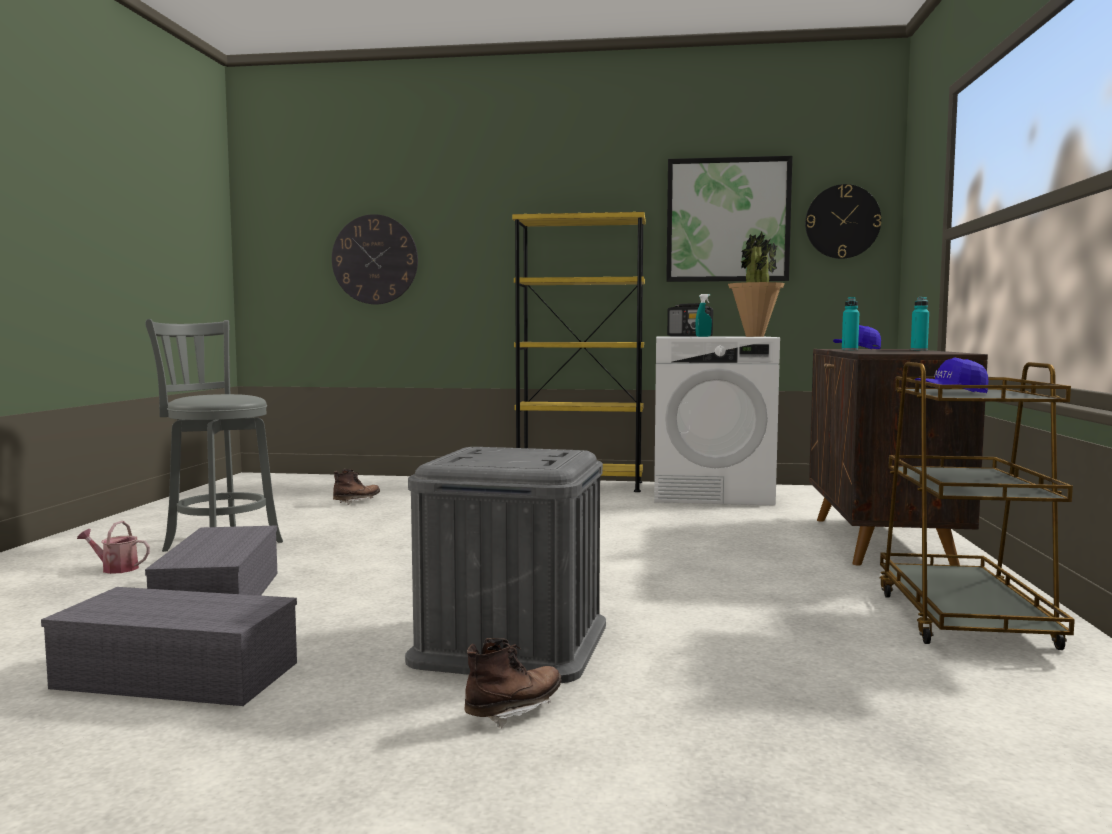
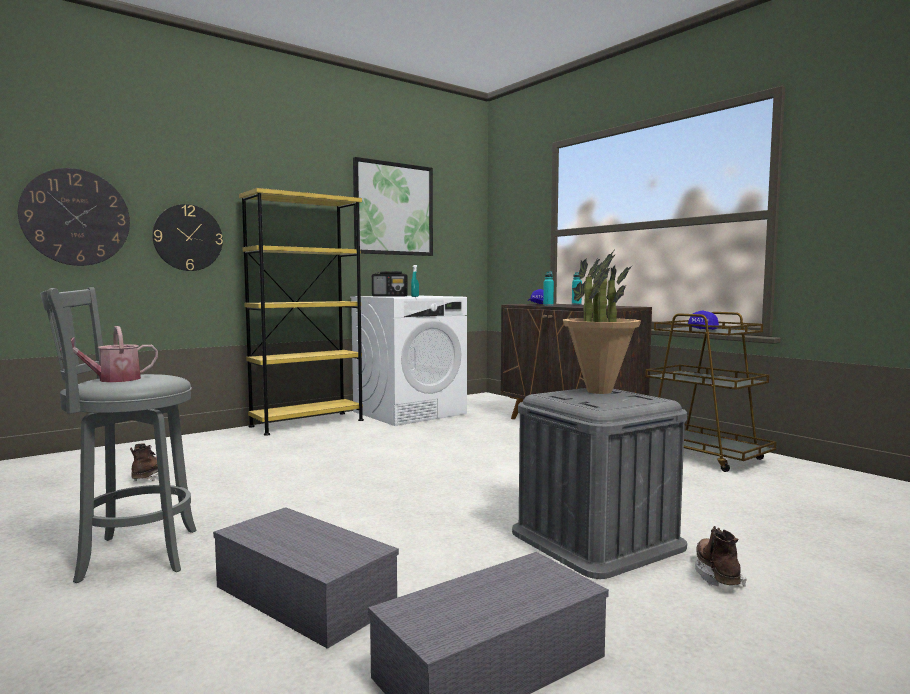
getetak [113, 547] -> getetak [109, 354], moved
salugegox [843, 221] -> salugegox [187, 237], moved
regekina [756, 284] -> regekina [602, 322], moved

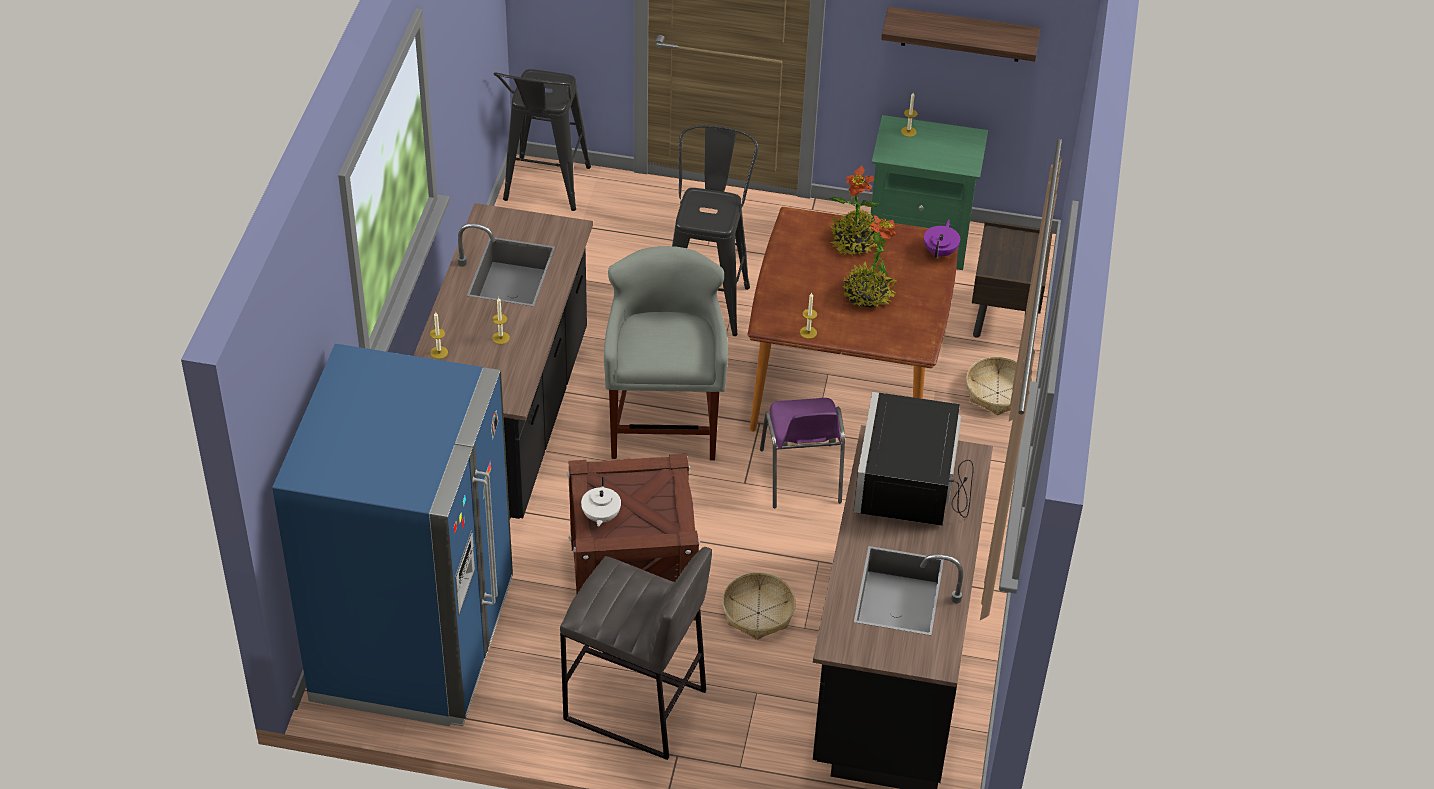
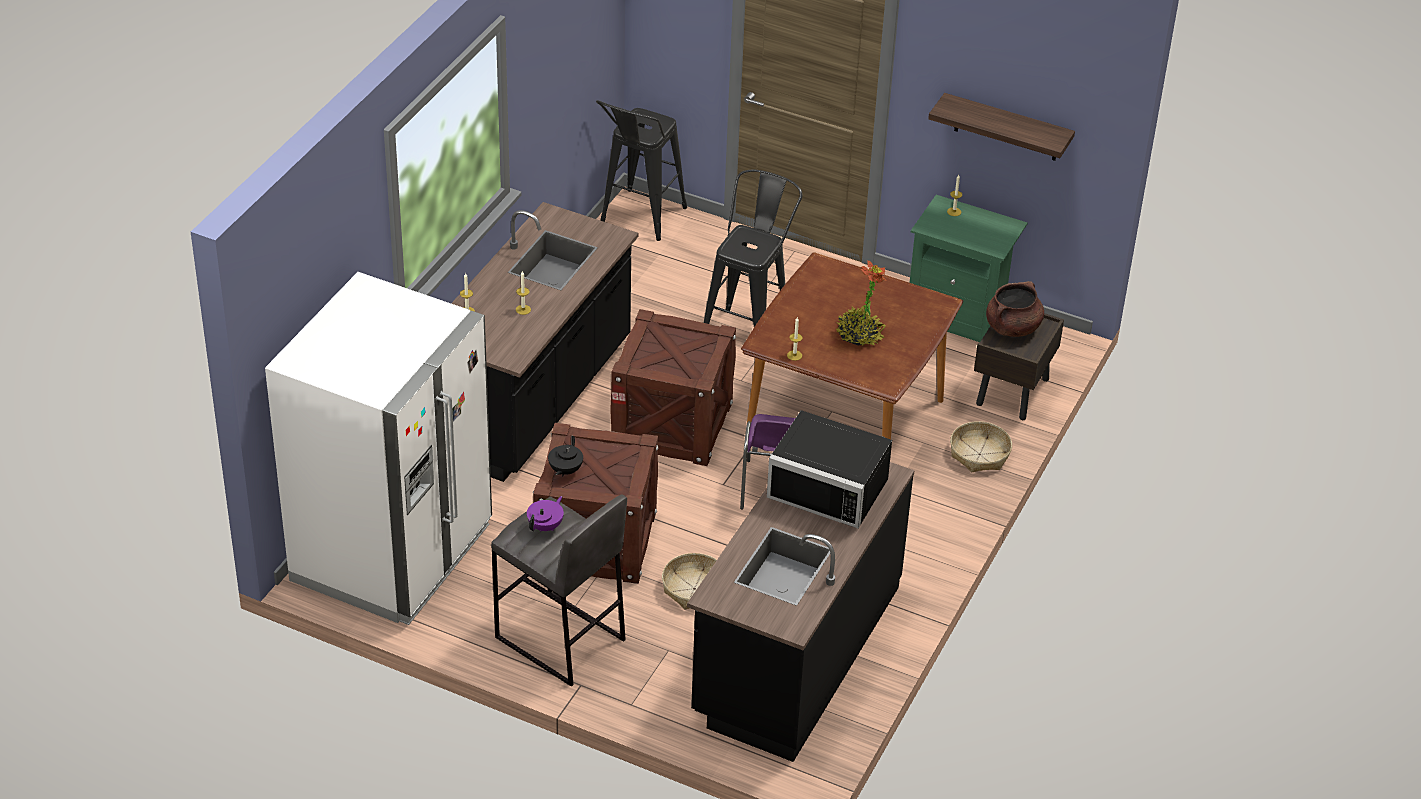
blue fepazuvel [392, 535] -> white fepazuvel [378, 448]
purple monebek [942, 239] -> purple monebek [545, 514], moved
white monebek [601, 501] -> black monebek [565, 456]
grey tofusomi [666, 353] -> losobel [673, 387]
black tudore [914, 459] -> black tudore [829, 469], 90 degrees counterclockwise
none -> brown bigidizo [1015, 309]
regekina [855, 210] -> none

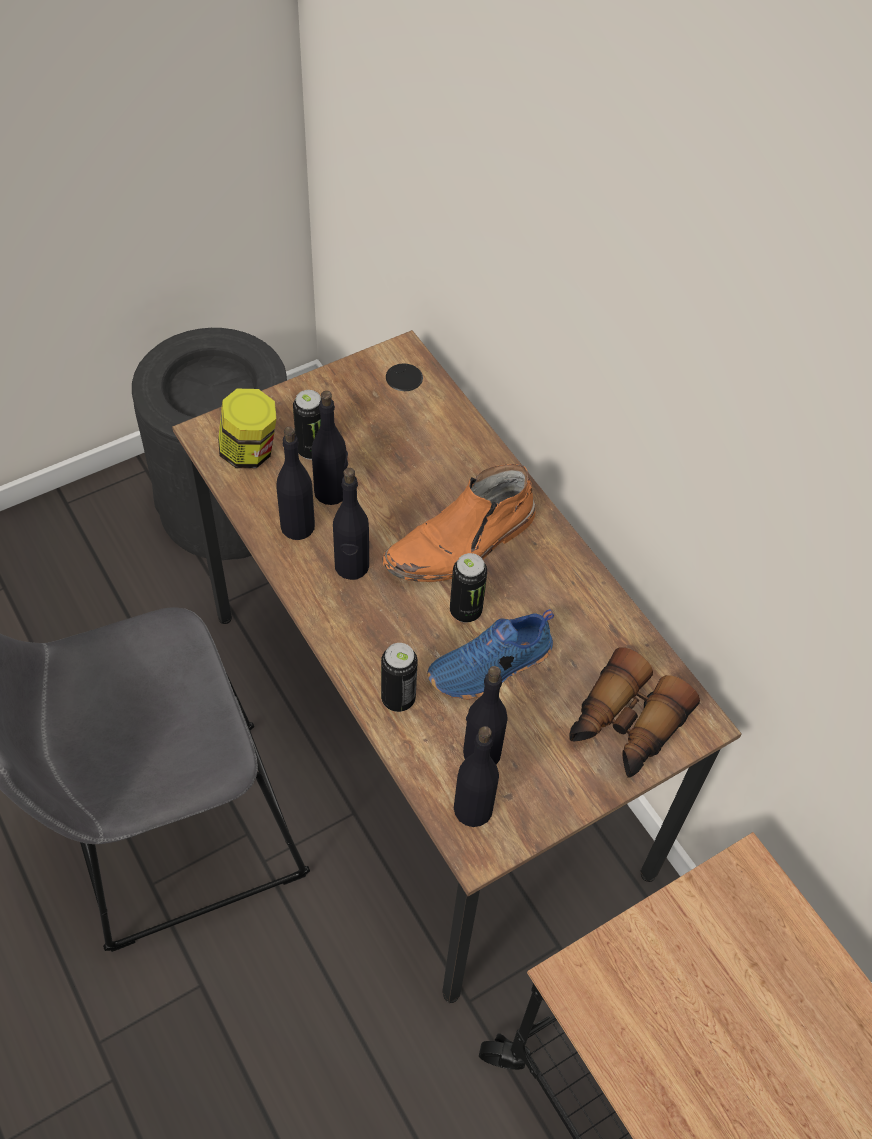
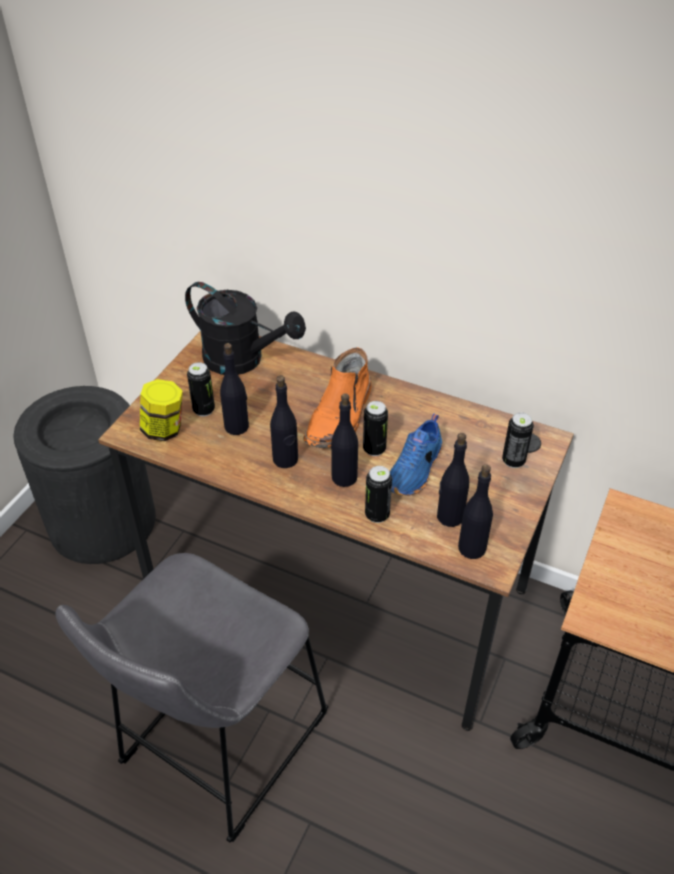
none -> black getetak [245, 328]
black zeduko [295, 483] -> black zeduko [344, 440], moved
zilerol [634, 712] -> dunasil [518, 440]

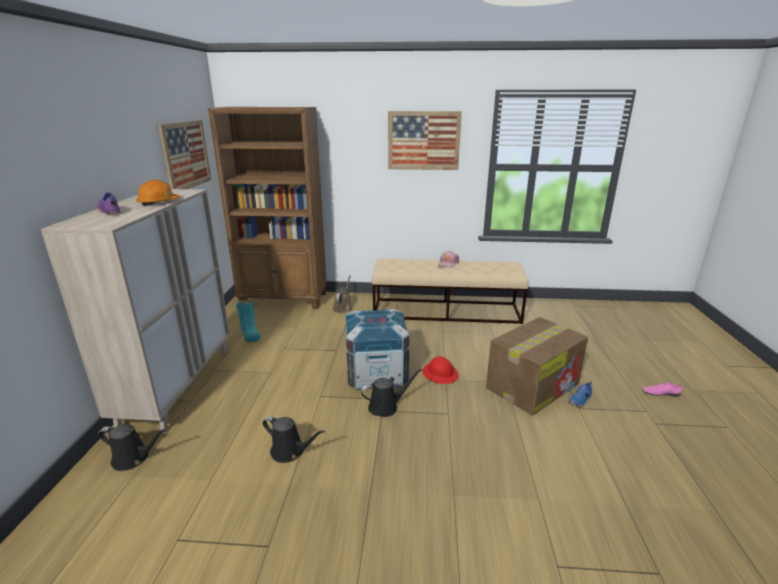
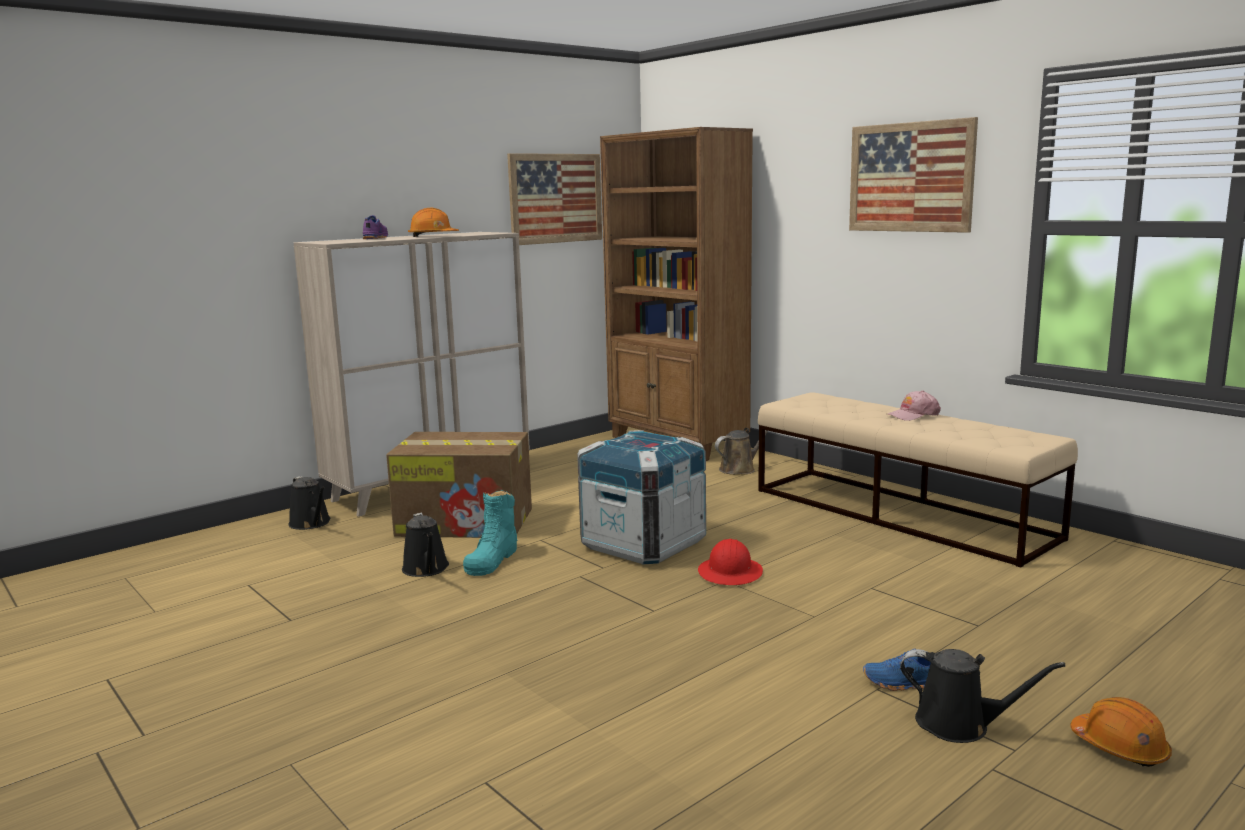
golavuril [537, 366] -> golavuril [459, 485], moved
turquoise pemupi [248, 321] -> turquoise pemupi [490, 533], moved
black getetak [391, 393] -> black getetak [982, 696], moved
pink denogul [662, 389] -> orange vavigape [1121, 732]

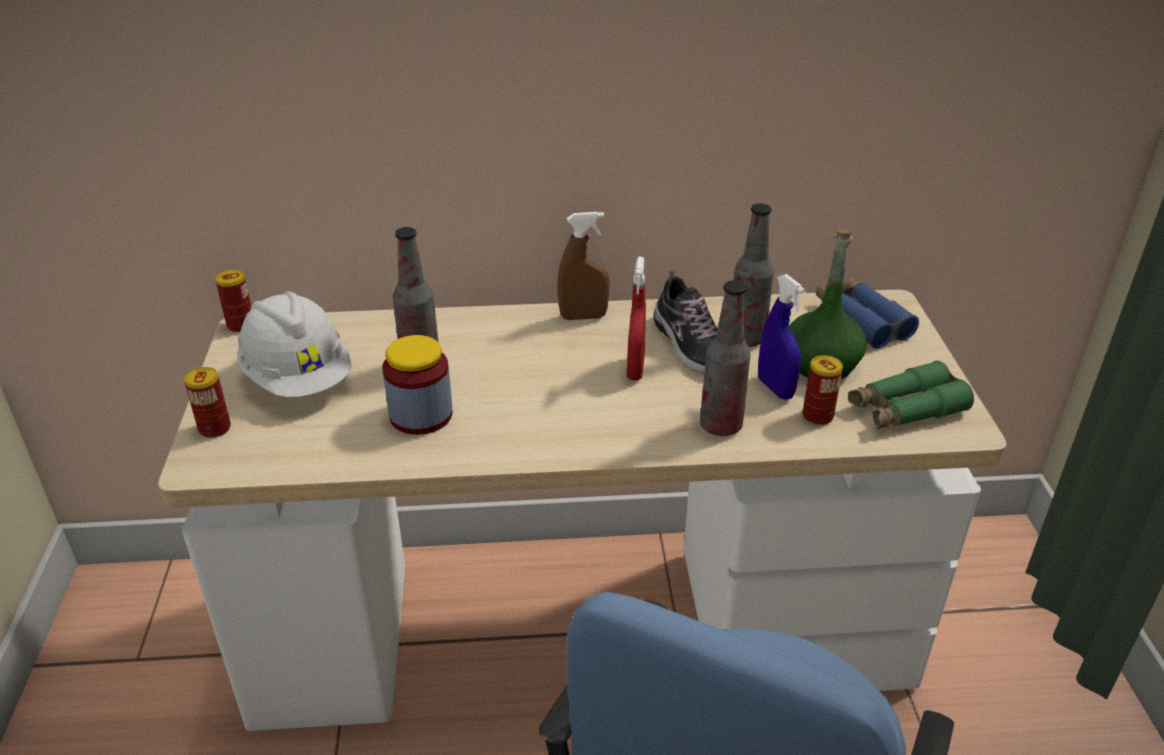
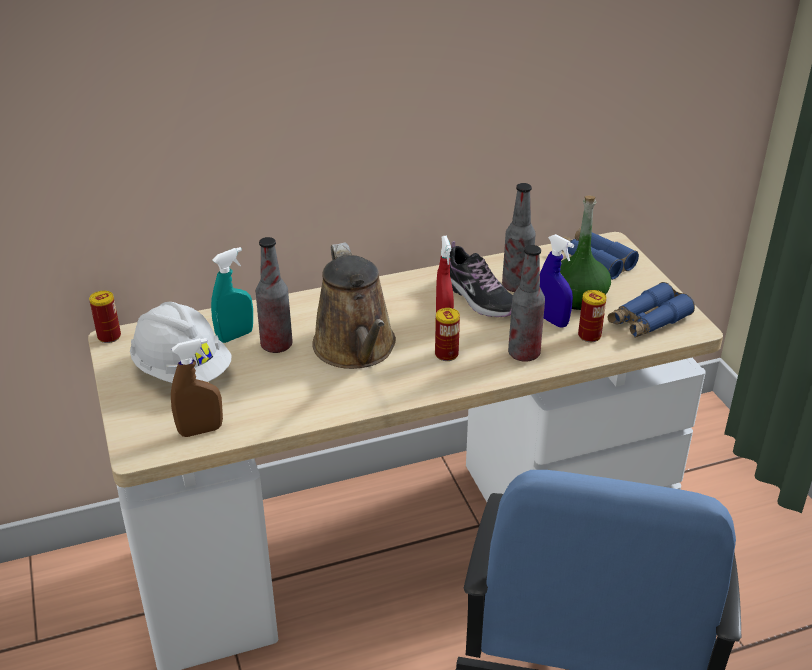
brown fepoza [583, 266] -> brown fepoza [197, 387], moved
none -> turquoise fepoza [232, 295]
none -> brown getetak [354, 305]
dunasil [207, 402] -> dunasil [447, 334], moved
green zilerol [911, 395] -> blue zilerol [651, 310]
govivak [417, 385] -> none

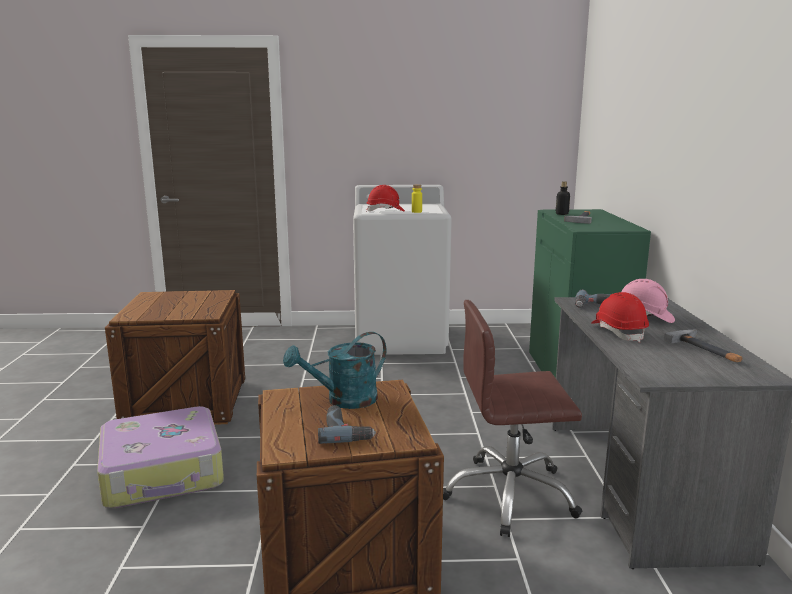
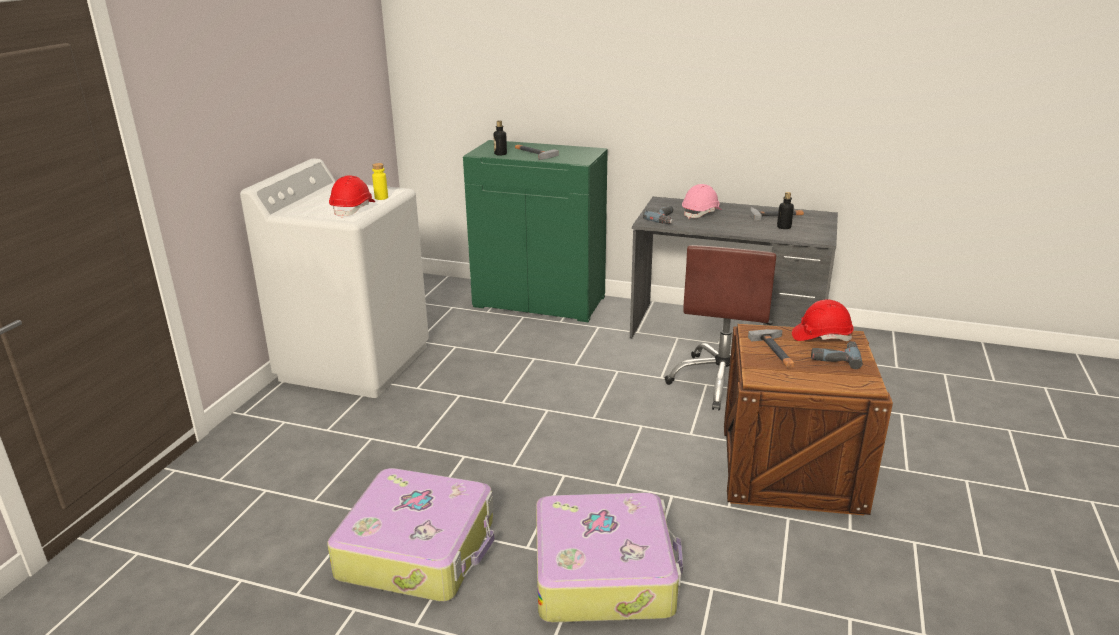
losobel [175, 357] -> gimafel [411, 535]
turquoise getetak [335, 370] -> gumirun [771, 348]
none -> zeduko [785, 210]
red vavigape [620, 317] -> red vavigape [823, 320], moved

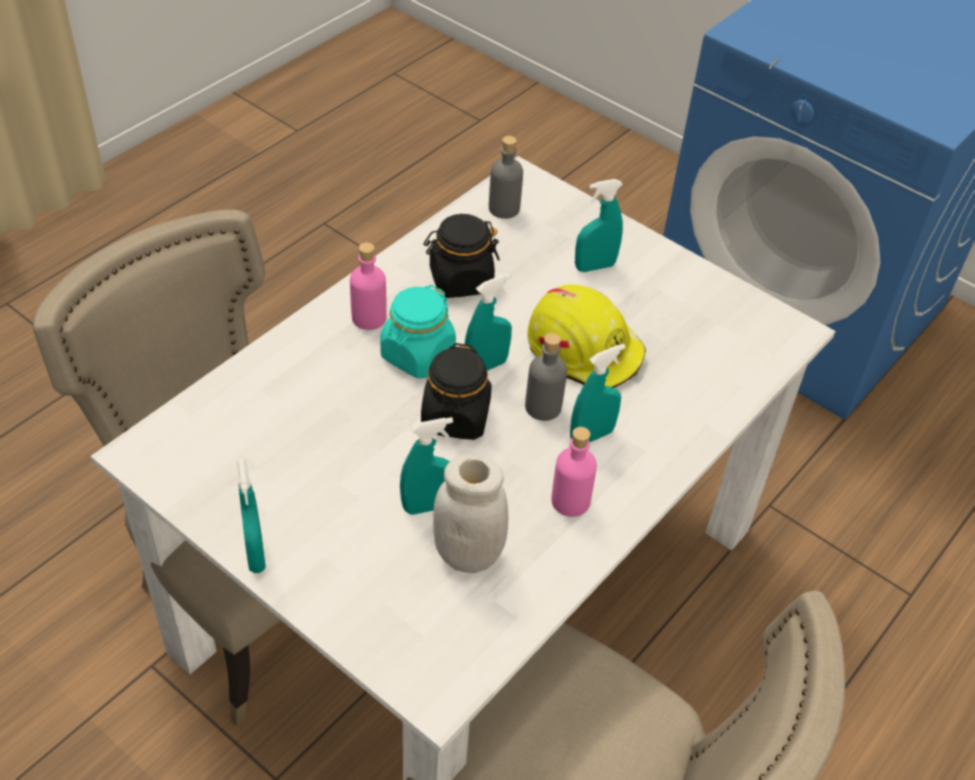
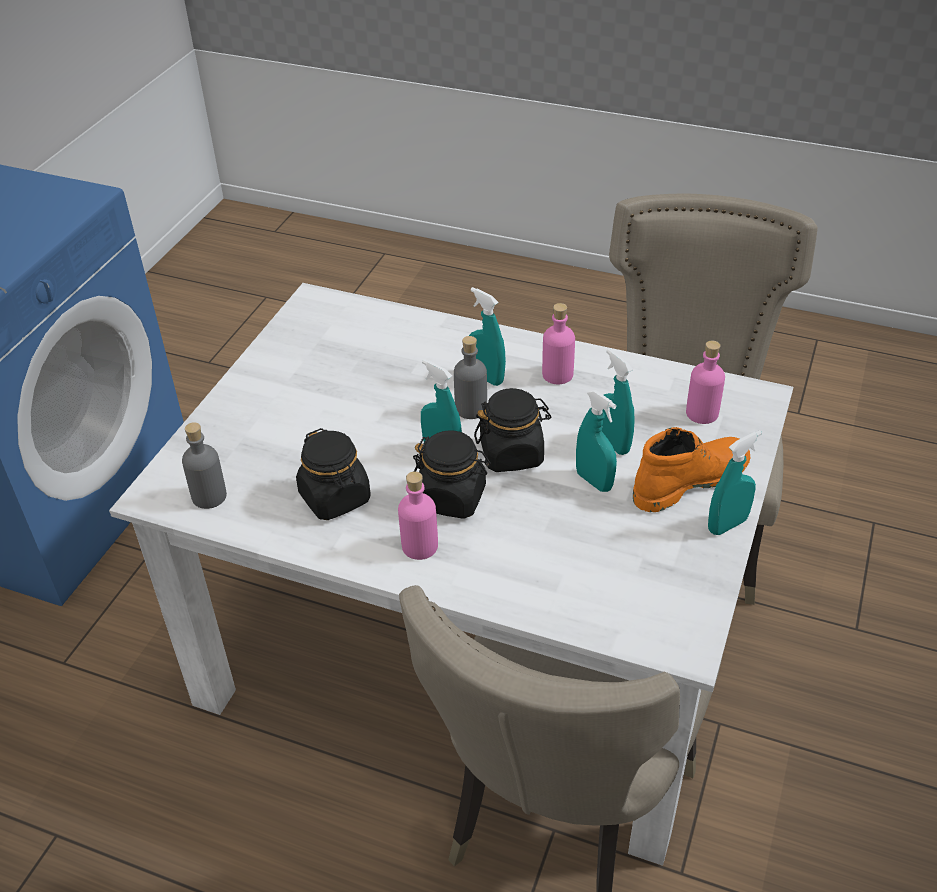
turquoise govivak [418, 331] -> black govivak [452, 474]
turquoise fepoza [599, 225] -> turquoise fepoza [596, 441], moved
none -> orange pemupi [691, 469]
none -> pink zeduko [705, 382]
white govivak [470, 514] -> none
yellow vavigape [586, 336] -> none

